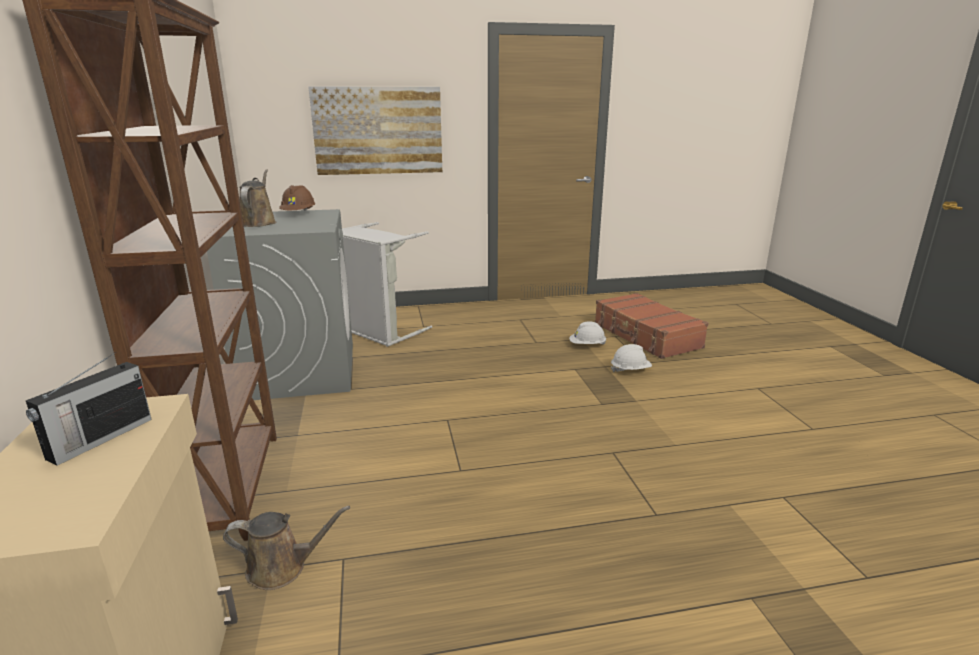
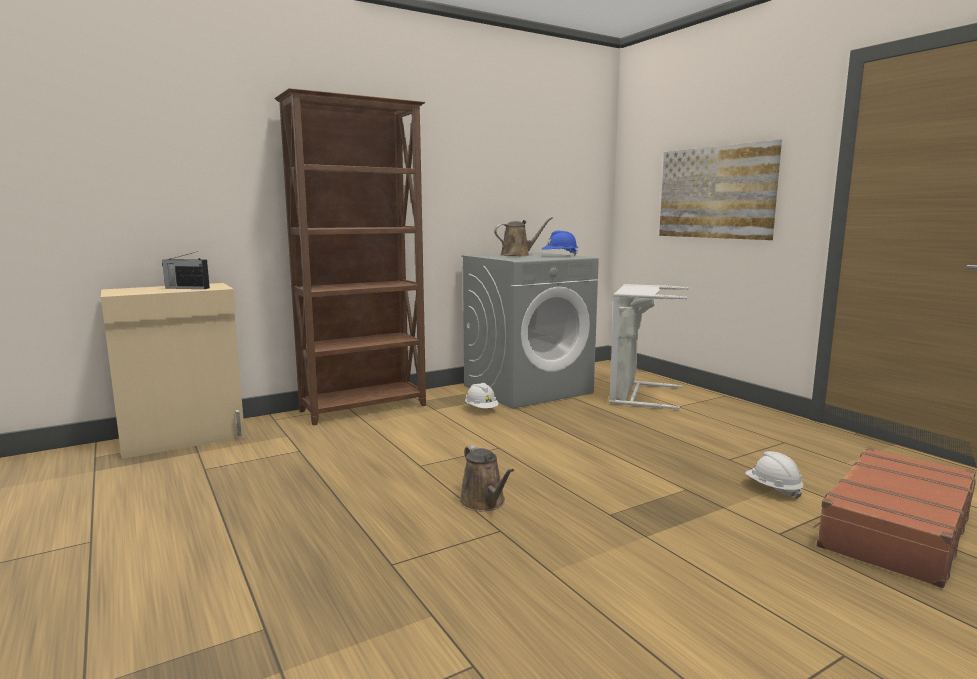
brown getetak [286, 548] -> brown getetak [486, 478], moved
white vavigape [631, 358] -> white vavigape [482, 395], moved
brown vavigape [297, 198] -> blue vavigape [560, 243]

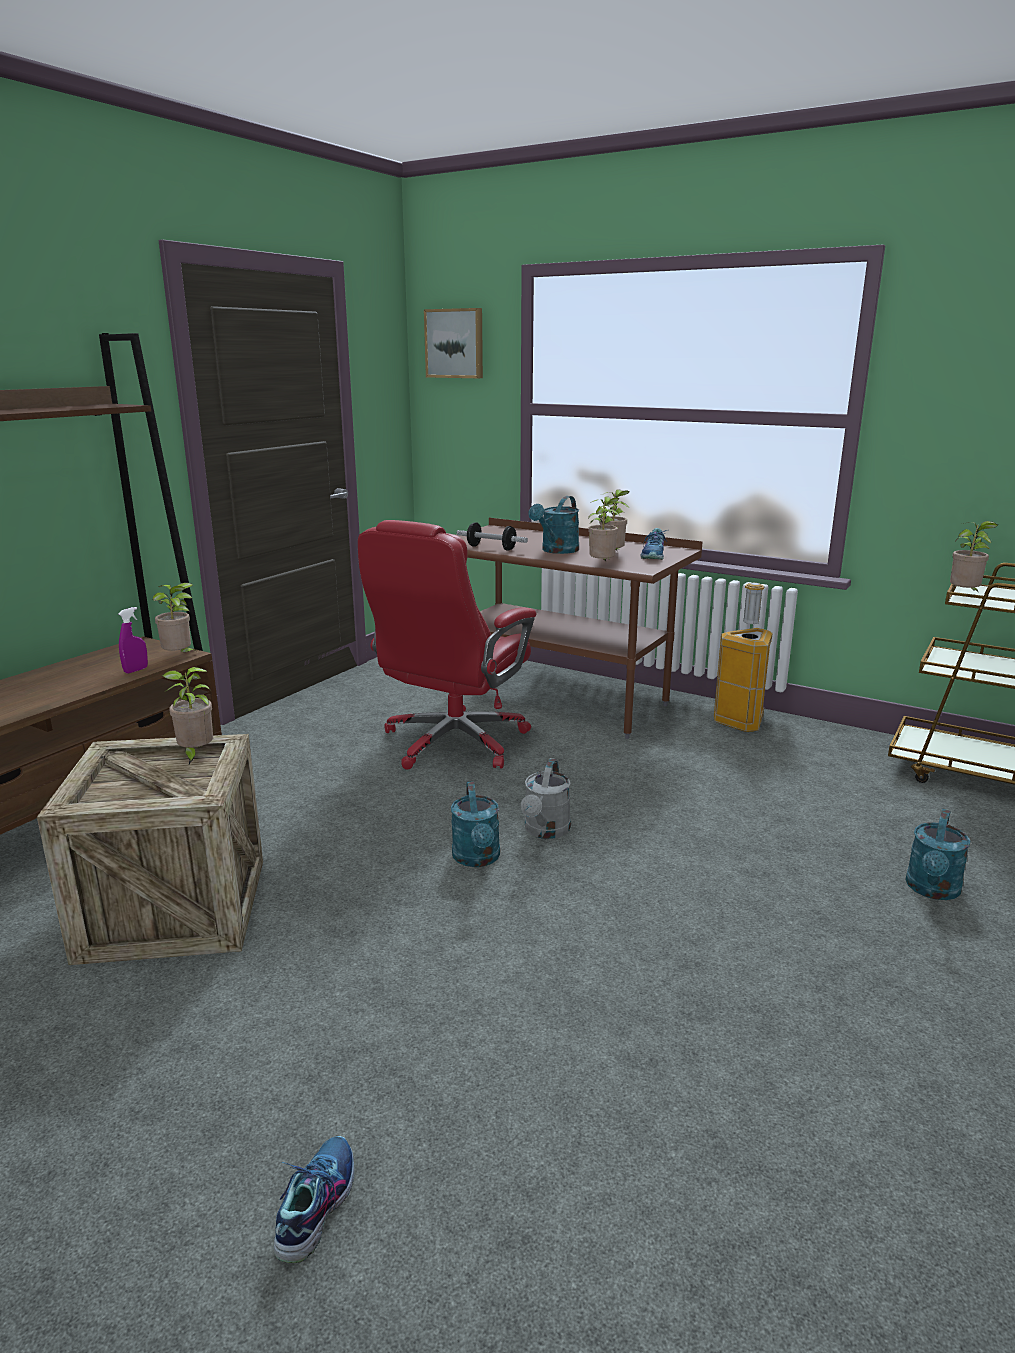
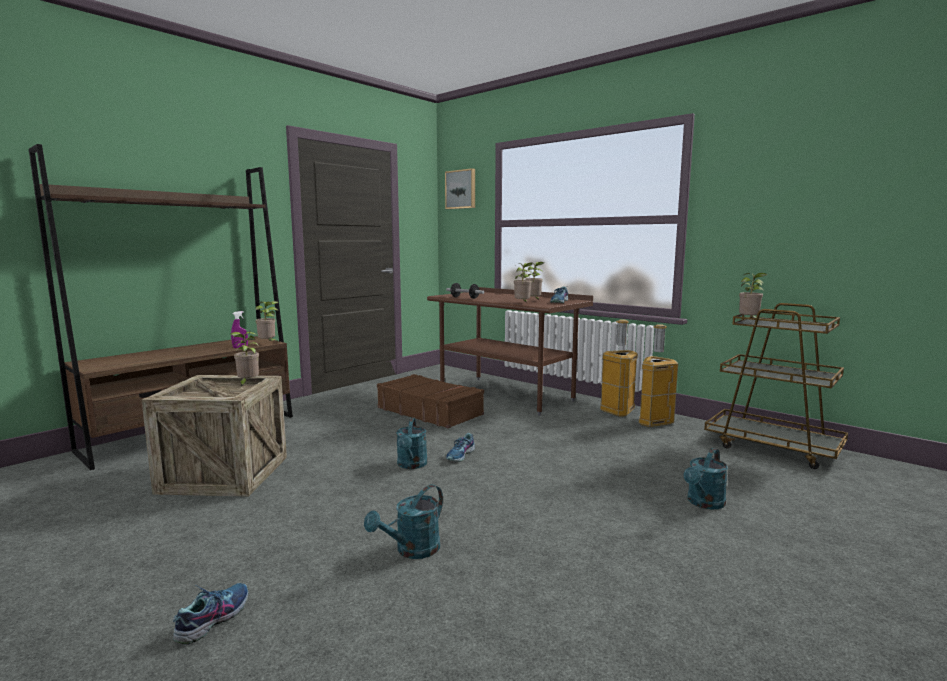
turquoise getetak [553, 525] -> turquoise getetak [403, 521], moved
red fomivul [447, 645] -> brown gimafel [430, 401]
grey getetak [546, 798] -> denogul [460, 447]
none -> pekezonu [658, 375]

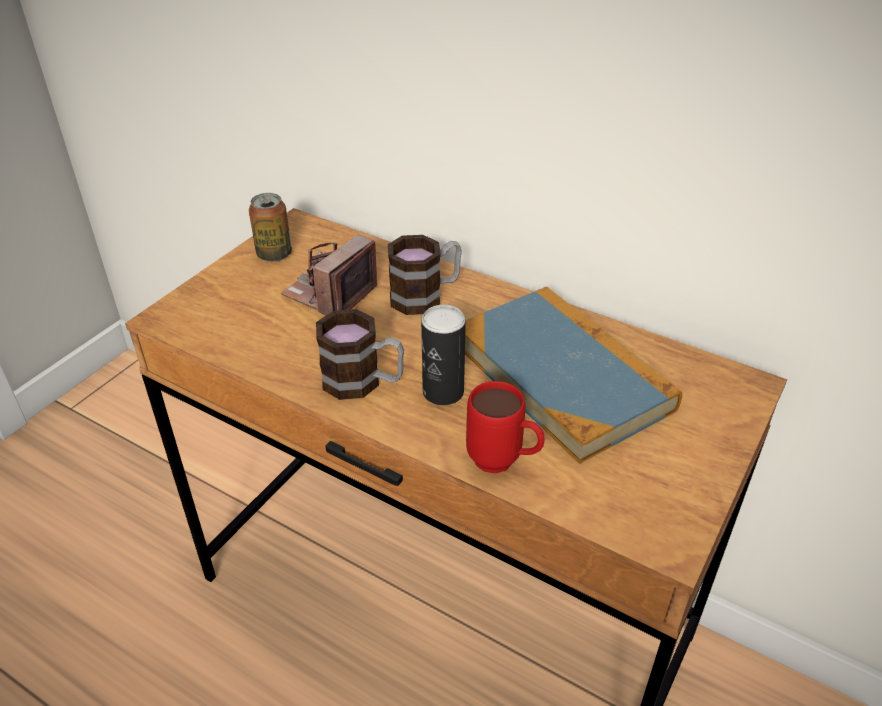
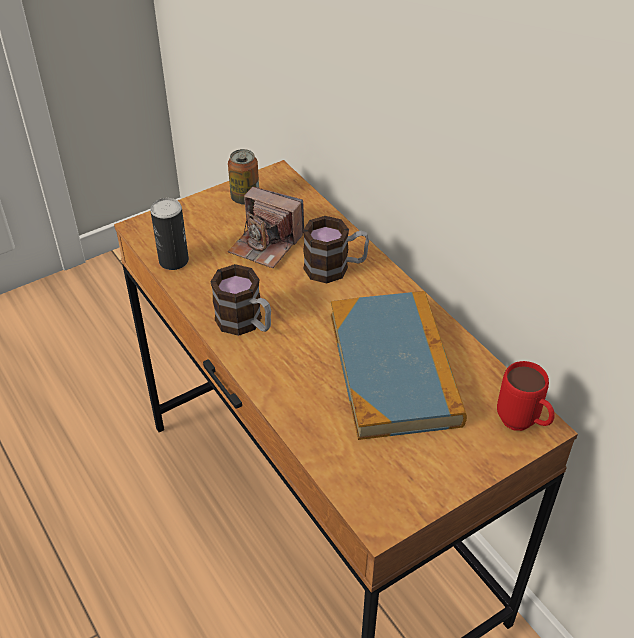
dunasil [443, 355] -> dunasil [169, 234], moved
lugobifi [329, 275] -> lugobifi [266, 227], 120 degrees counterclockwise
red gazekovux [505, 427] -> red gazekovux [526, 396], moved

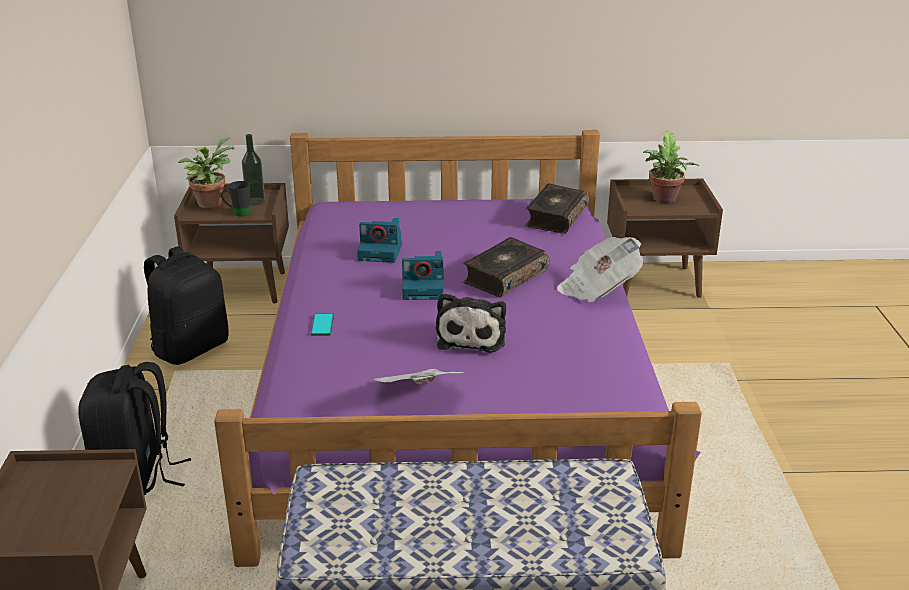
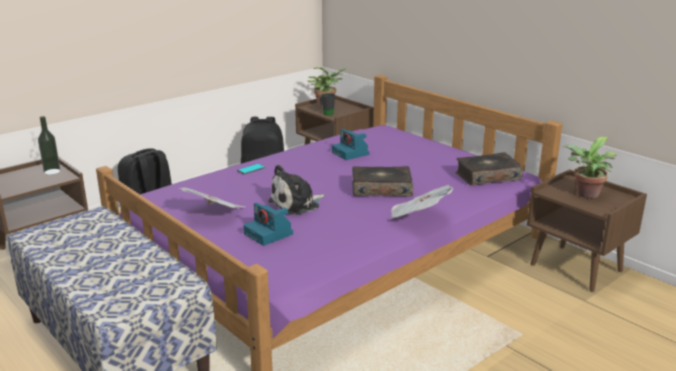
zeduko [253, 169] -> zeduko [49, 145], moved
lugobifi [423, 275] -> lugobifi [268, 224], moved

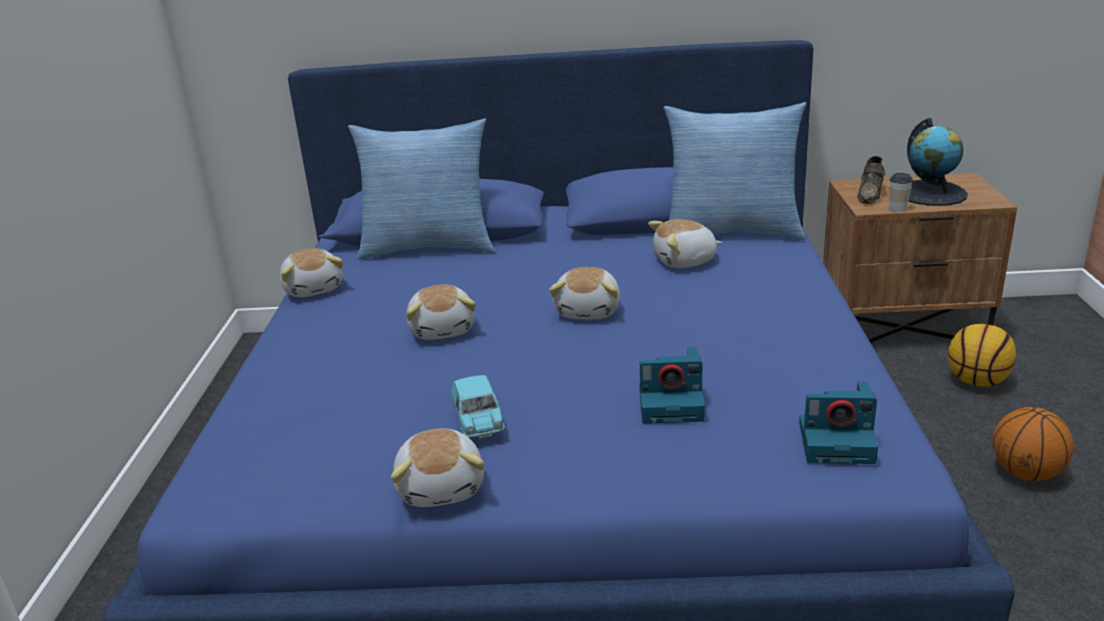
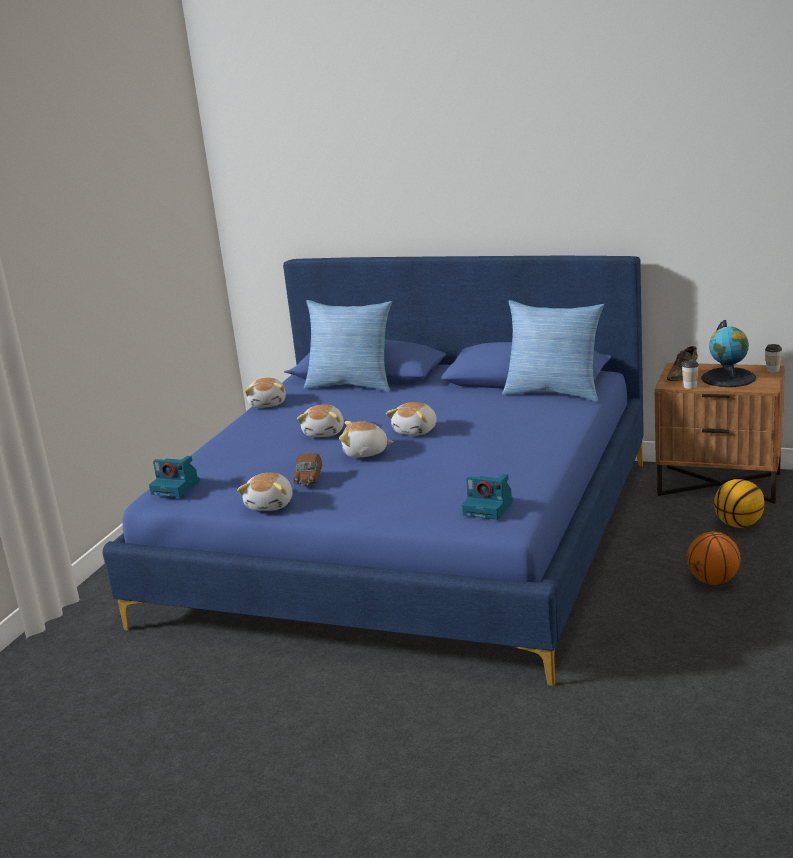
lugobifi [672, 385] -> lugobifi [174, 476], moved
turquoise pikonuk [478, 407] -> brown pikonuk [307, 469]
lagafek [685, 243] -> lagafek [366, 439], moved
none -> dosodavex [773, 358]

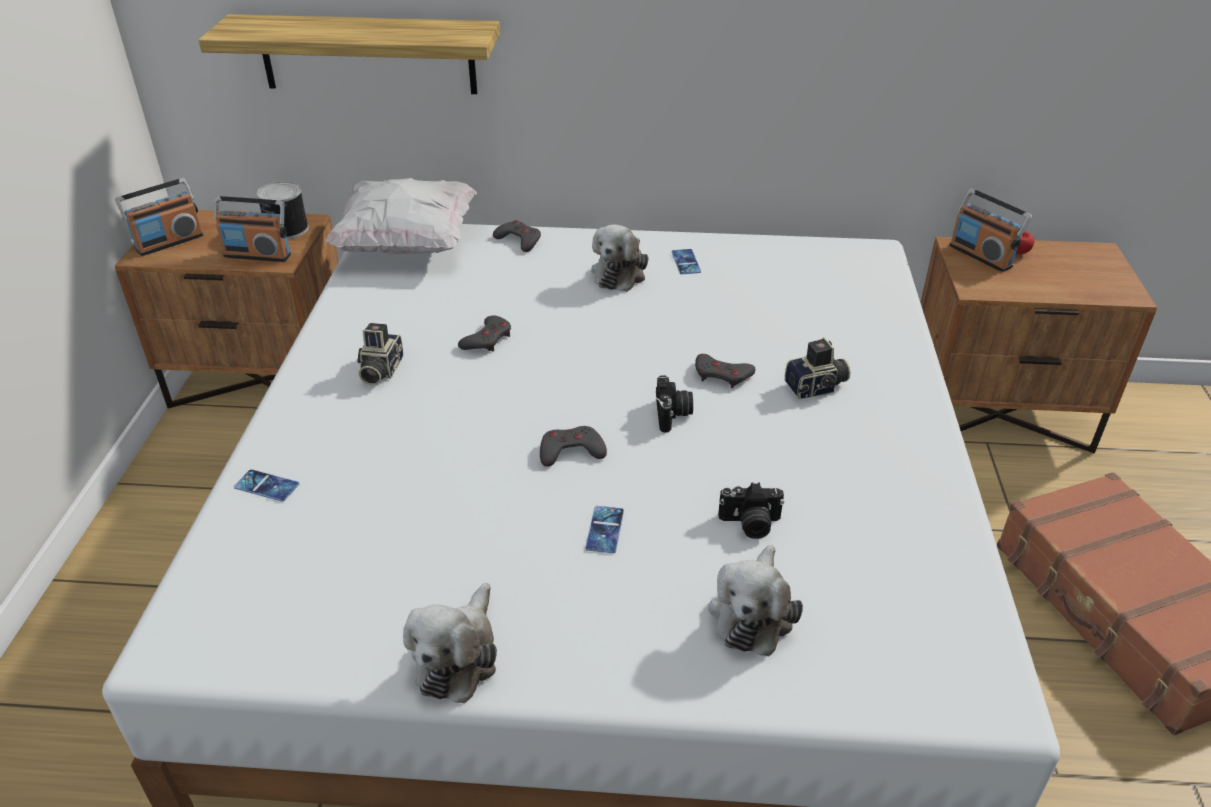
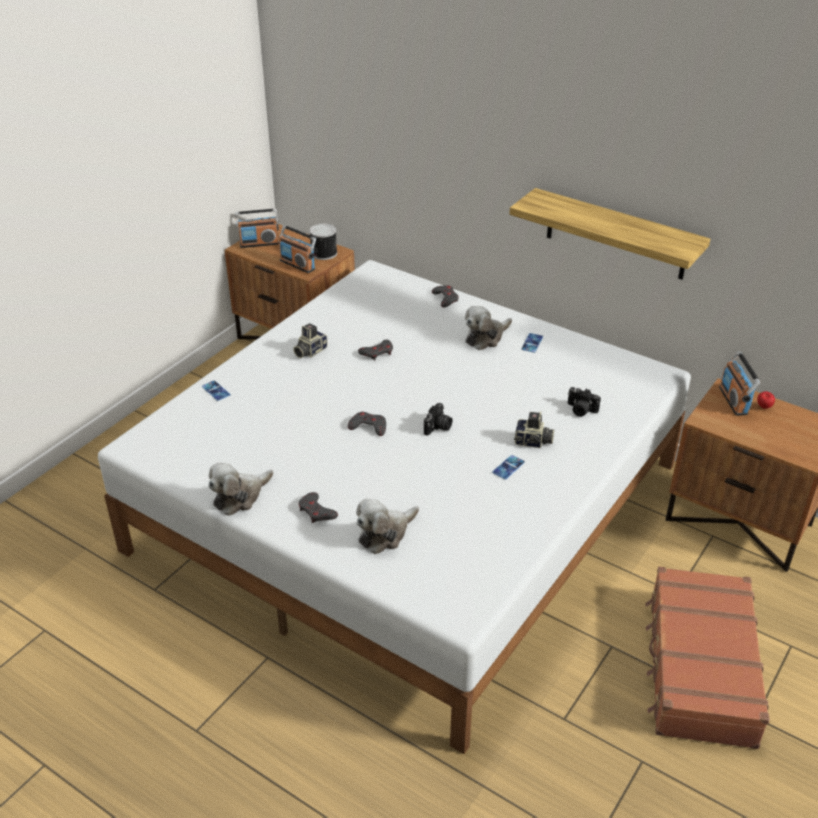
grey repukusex [725, 371] -> grey repukusex [318, 507], moved
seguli [604, 529] -> seguli [508, 467], moved
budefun [349, 54] -> budefun [609, 234], moved
lugobifi [751, 511] -> lugobifi [584, 402], moved
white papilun [401, 216] -> none

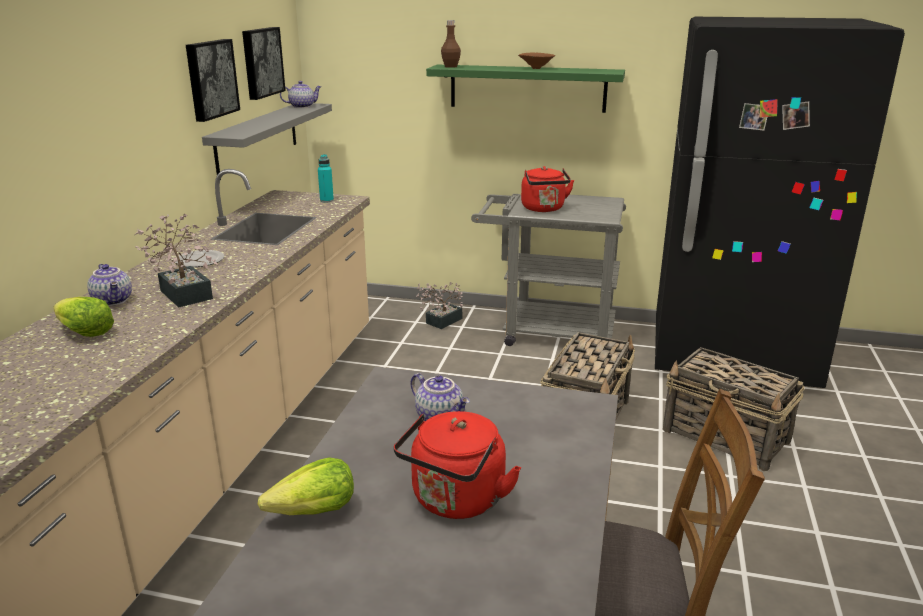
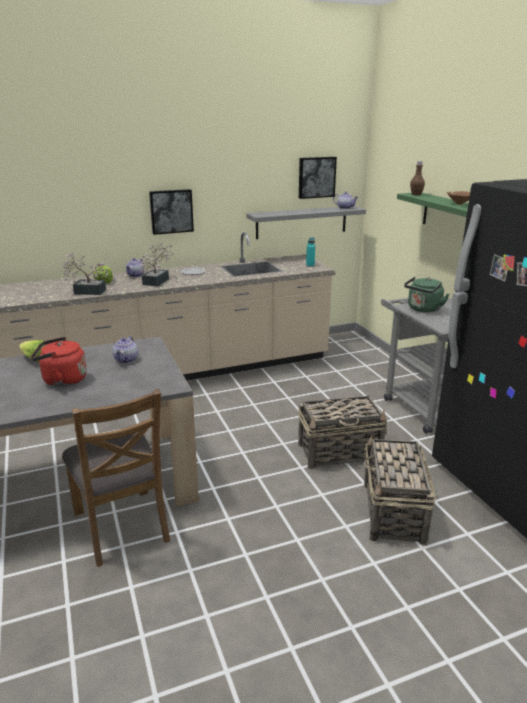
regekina [439, 305] -> regekina [85, 274], moved
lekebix [213, 80] -> lekebix [171, 212], moved
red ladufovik [547, 189] -> green ladufovik [426, 295]

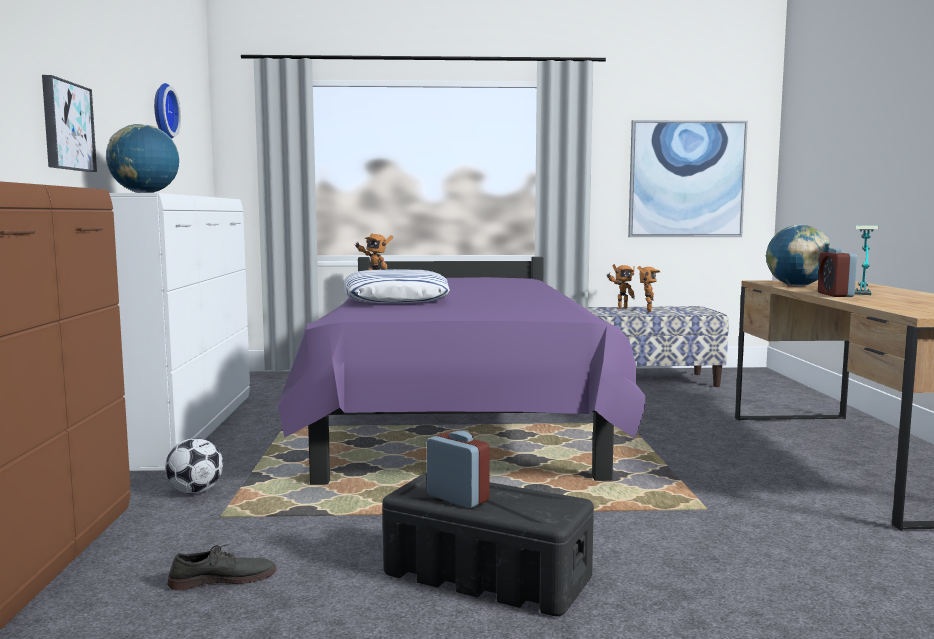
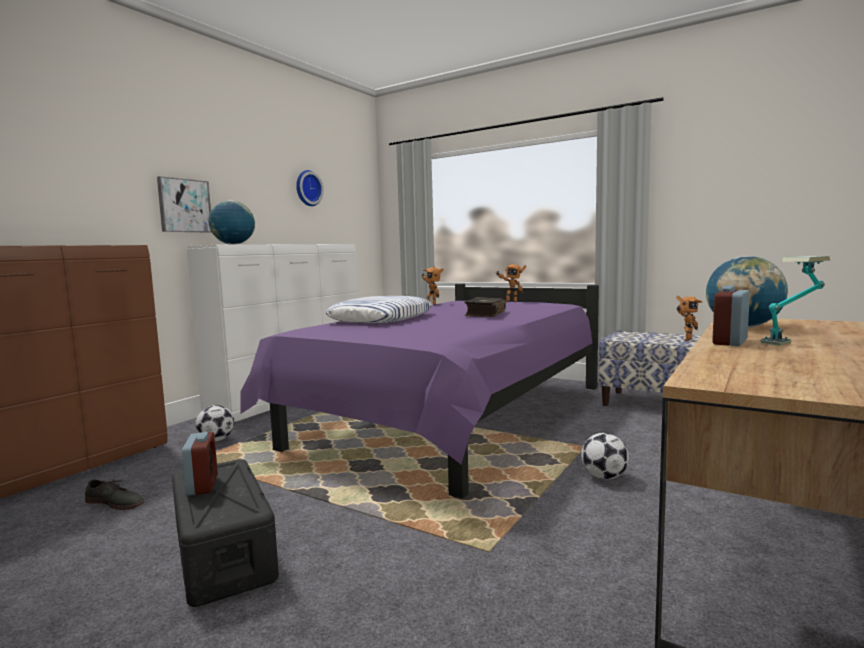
none -> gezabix [485, 307]
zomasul [621, 286] -> zomasul [511, 283], moved
none -> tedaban [605, 456]
lekebix [688, 178] -> none

